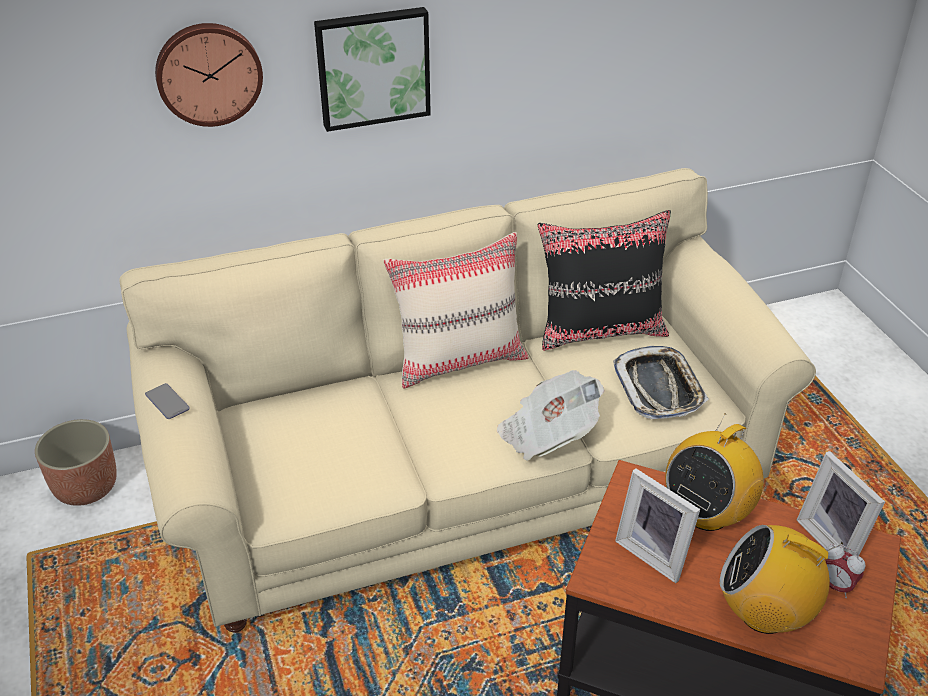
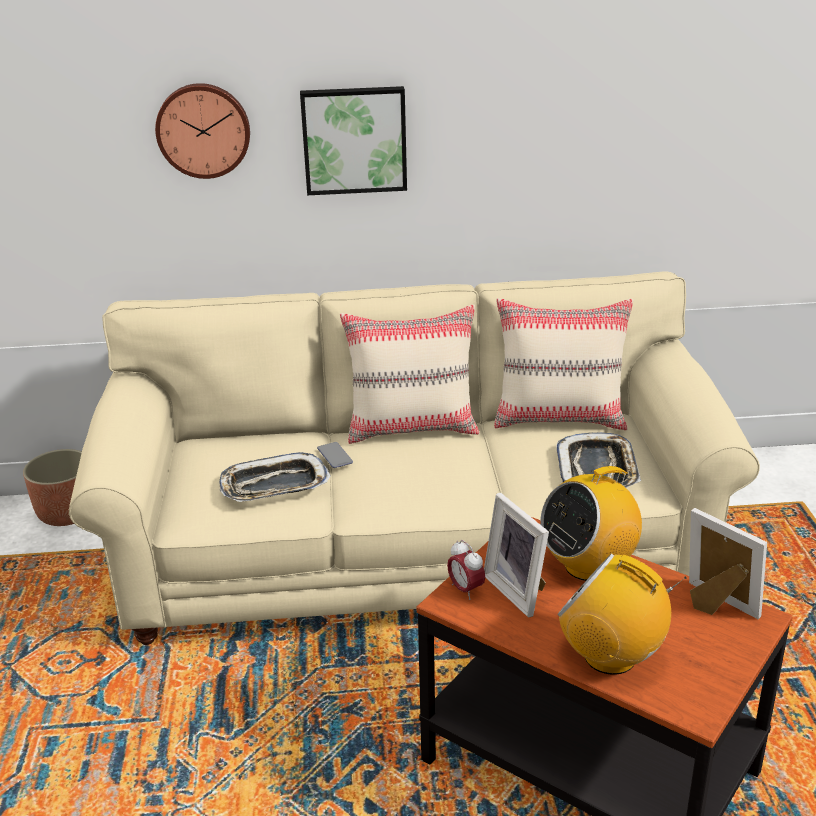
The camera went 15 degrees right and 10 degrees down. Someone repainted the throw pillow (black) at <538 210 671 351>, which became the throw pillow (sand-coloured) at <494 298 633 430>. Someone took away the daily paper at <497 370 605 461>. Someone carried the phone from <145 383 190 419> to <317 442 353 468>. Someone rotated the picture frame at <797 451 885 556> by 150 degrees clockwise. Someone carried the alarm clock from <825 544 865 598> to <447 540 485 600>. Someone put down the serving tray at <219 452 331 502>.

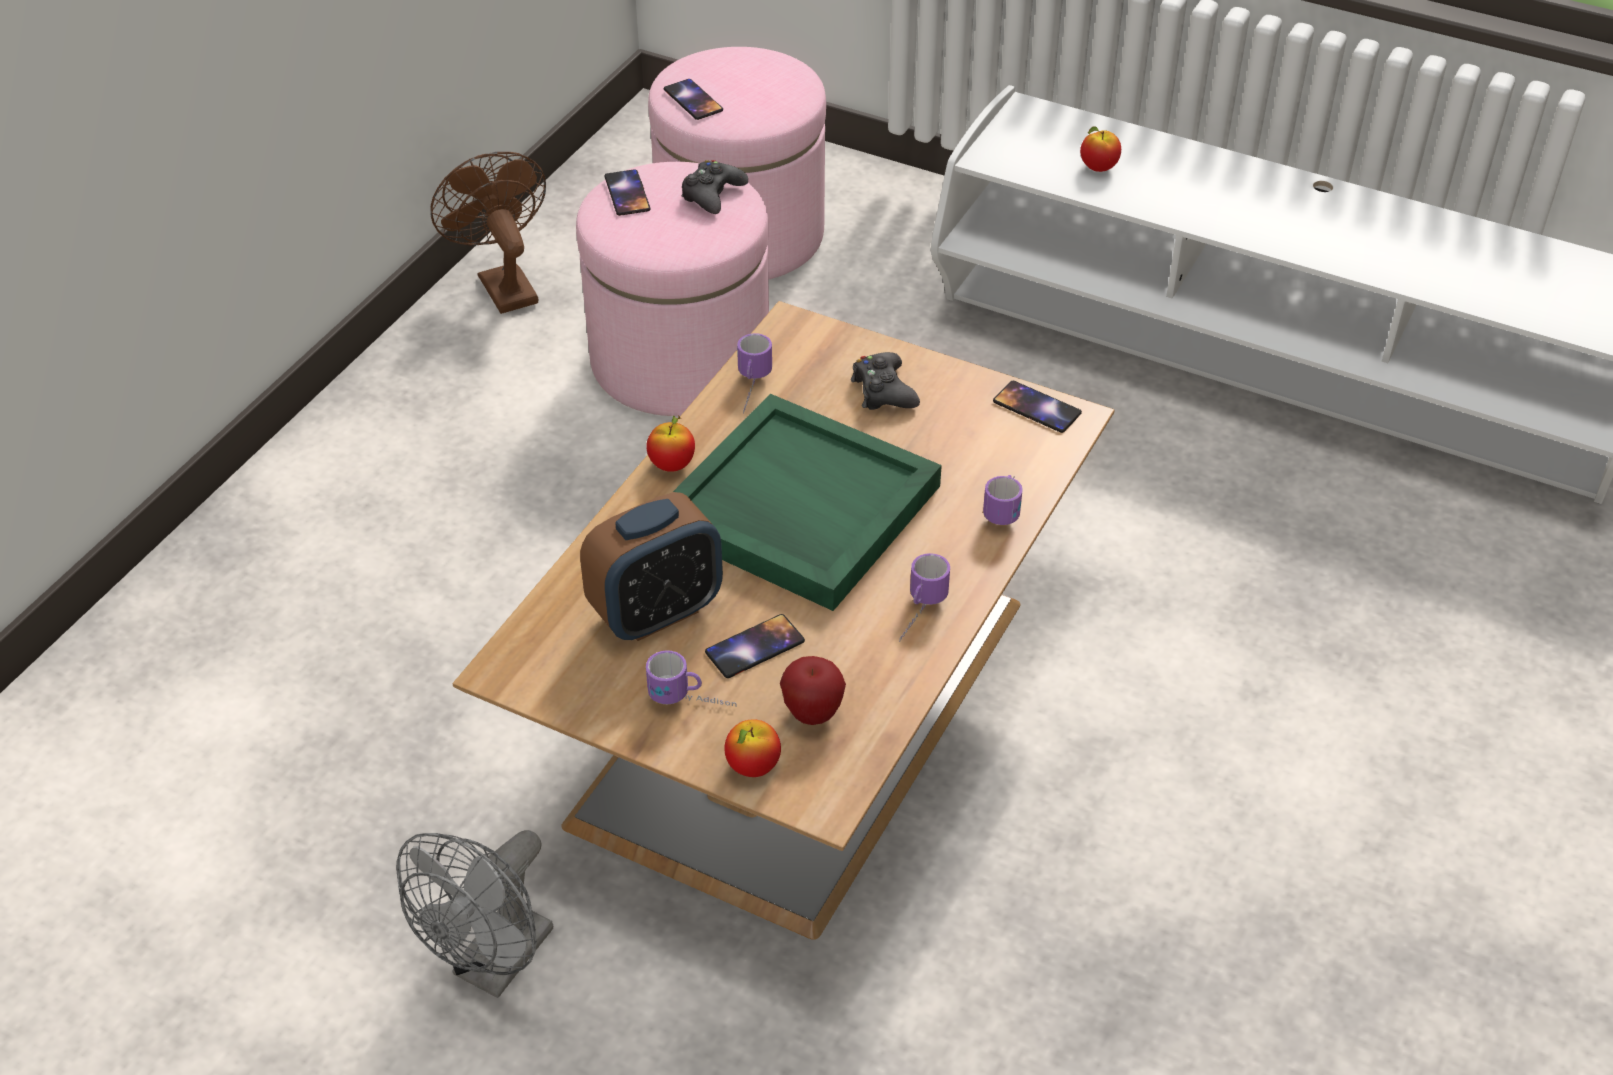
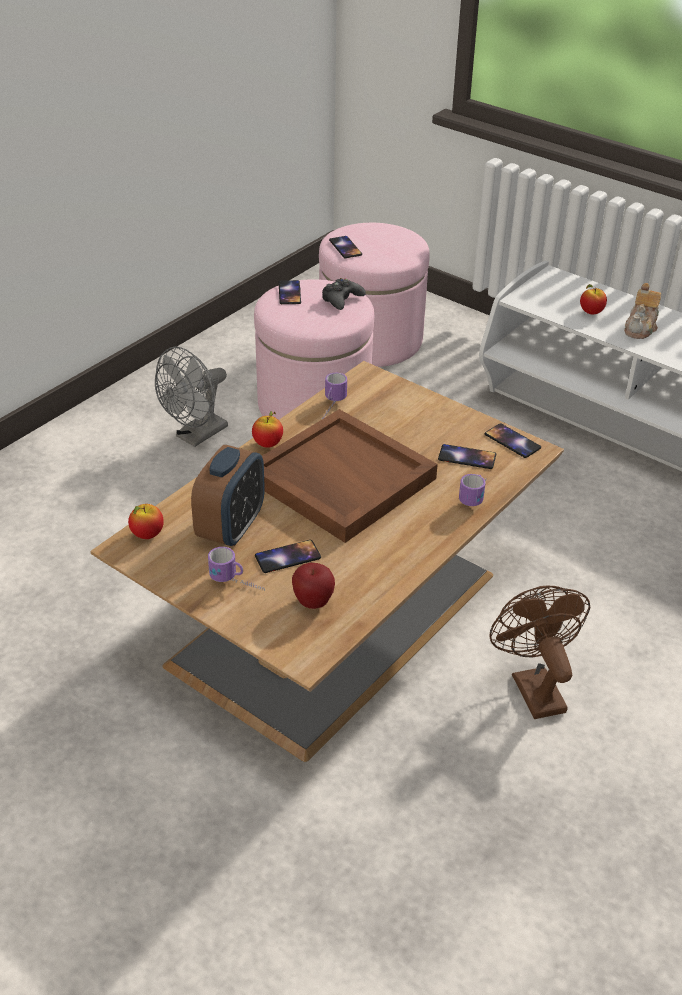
The camera went 10 degrees right and 5 degrees down. Someone carried the electric fan (brownish) from <430 152 546 314> to <489 586 590 719>. Someone took away the gamepad (black) at <851 352 920 410>. Someone repainted the serving tray (greenish) at <673 394 942 611>, which became the serving tray (brownish) at <262 409 438 543>. Someone rotated the alarm clock at <580 492 723 641> by 45 degrees counterclockwise. Someone took away the mug at <899 553 950 642>. Someone carried the apple fruit from <724 719 781 777> to <128 504 164 539>. Someone carried the electric fan (gray) from <396 830 553 998> to <155 347 228 447>. Someone put down the pot for tea at <624 283 661 339>. Someone put down the phone at <438 444 496 469>.

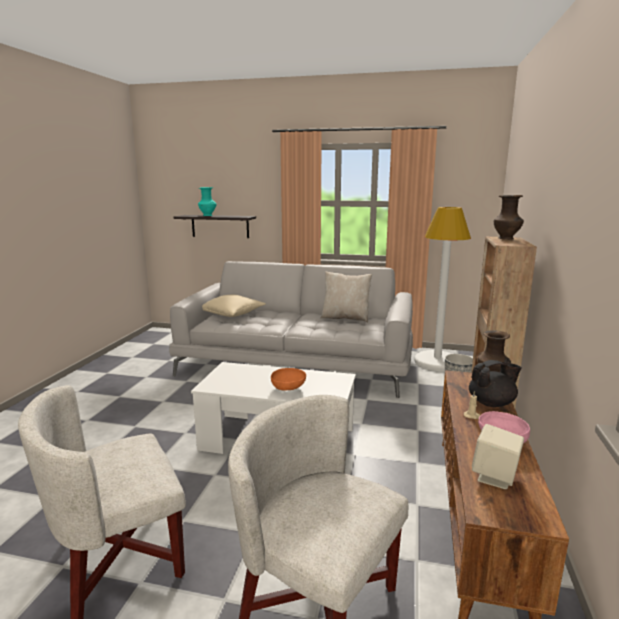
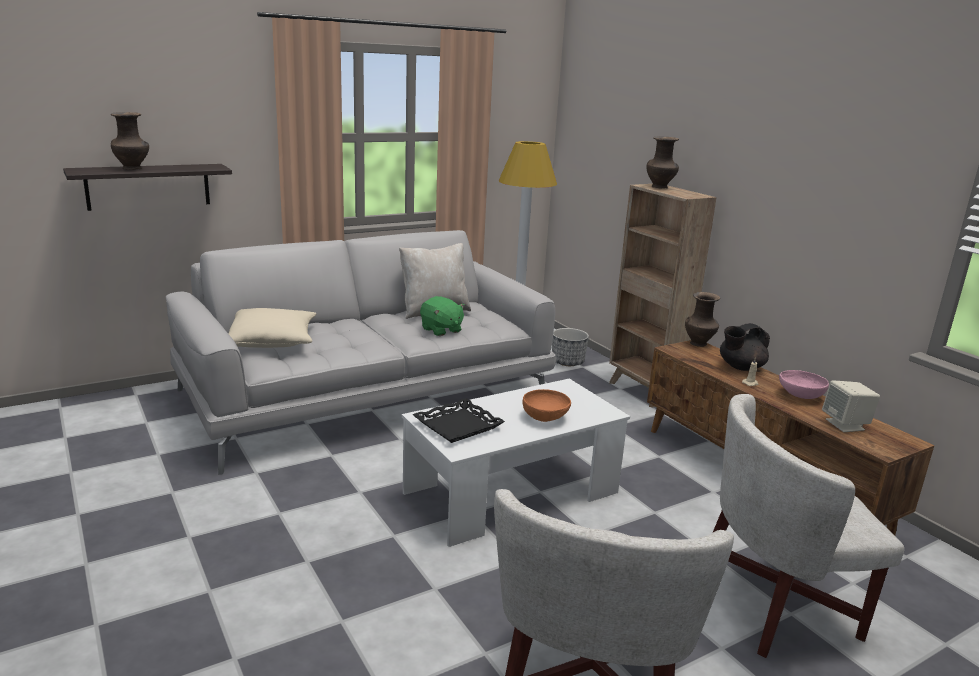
The camera went 45 degrees left and 5 degrees up. Someone repainted the vase (turquoise-coloured) at <198 187 216 216>, which became the vase (brownish) at <111 112 149 170>. Someone rotated the pot for tea (black) at <469 360 522 407> by 150 degrees counterclockwise. Someone put down the soft toy (greenish) at <420 296 465 336>. Someone put down the serving tray (black) at <412 398 505 443>.

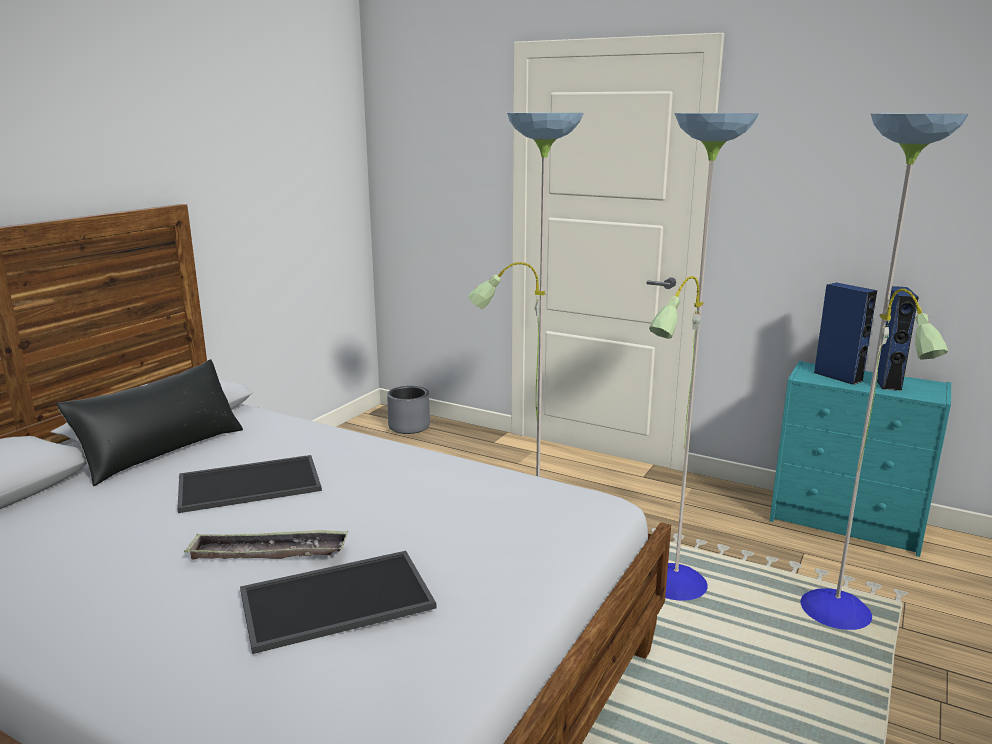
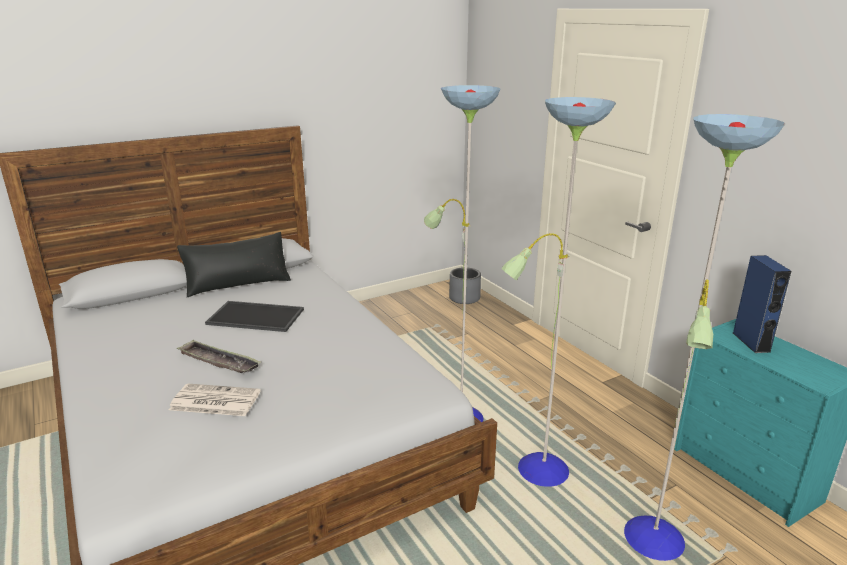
The camera went 30 degrees right and 5 degrees up. Someone took away the loudspeaker (bluish) at <877 286 919 391>. Someone swapped the serving tray at <240 551 436 654> for the daily paper at <169 383 261 416>.

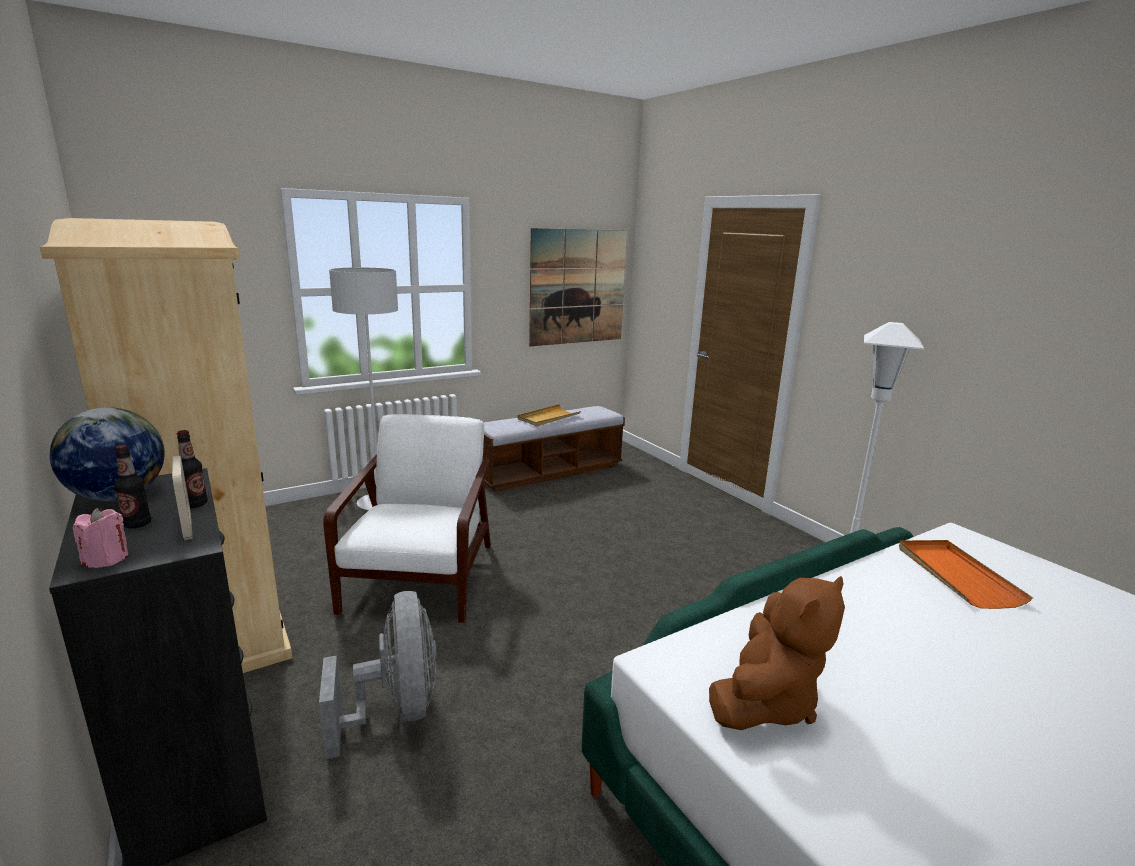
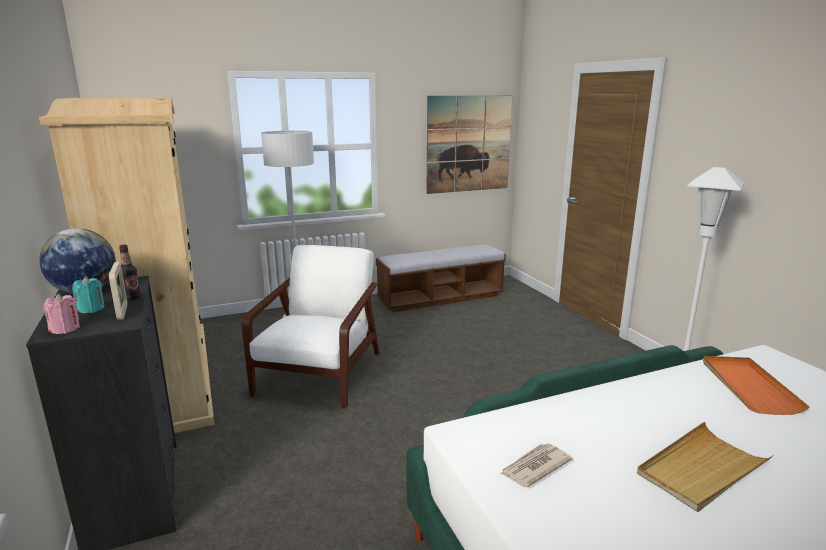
The camera went 10 degrees right and 0 degrees up. Someone carried the serving tray (sand-coloured) from <517 404 581 426> to <637 422 773 512>. Someone swapped the bottle at <114 445 151 528> for the wax light (turquoise-coloured) at <72 276 105 313>. Someone swapped the soft toy (brownish) at <709 576 845 730> for the daily paper at <500 443 572 487>. Someone took away the electric fan (gray) at <319 591 437 759>.

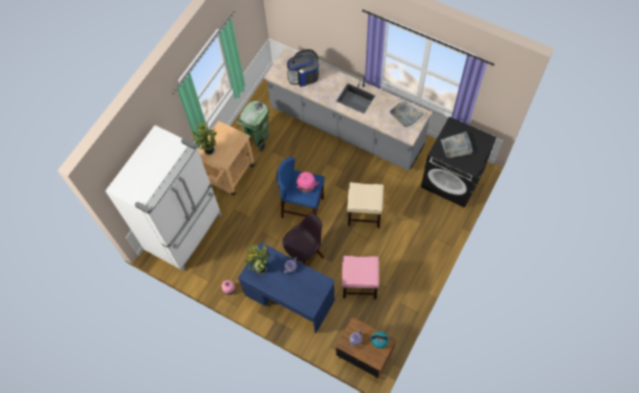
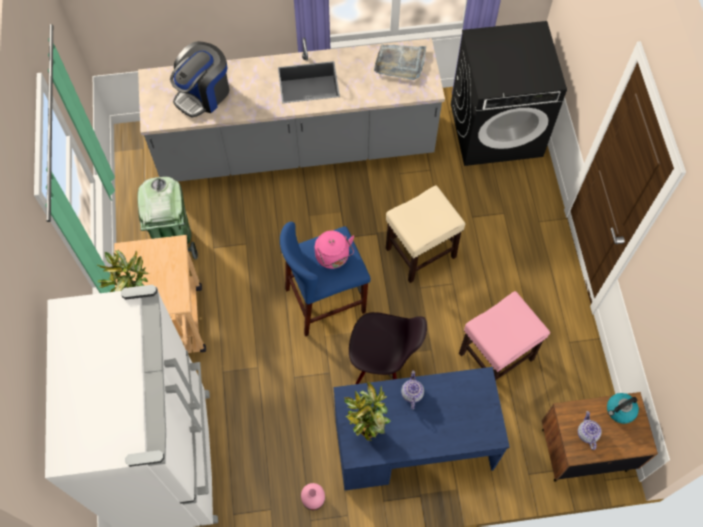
The camera went 40 degrees left and 0 degrees up. Someone took away the serving tray (gray) at <441 132 472 158>. Someone rotated the chair (black) at <282 213 324 265> by 90 degrees clockwise.

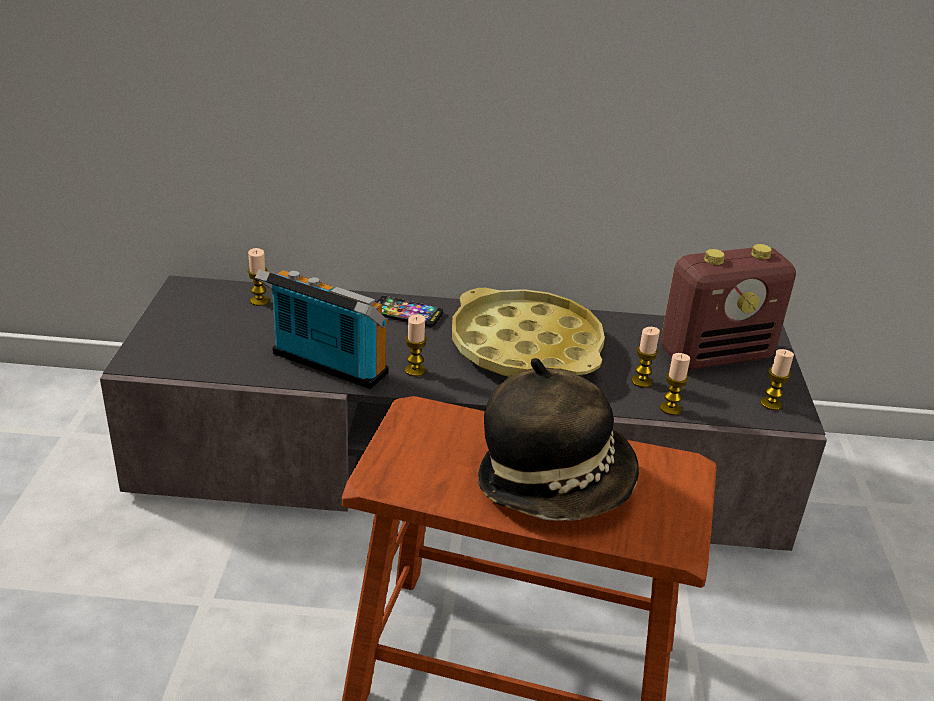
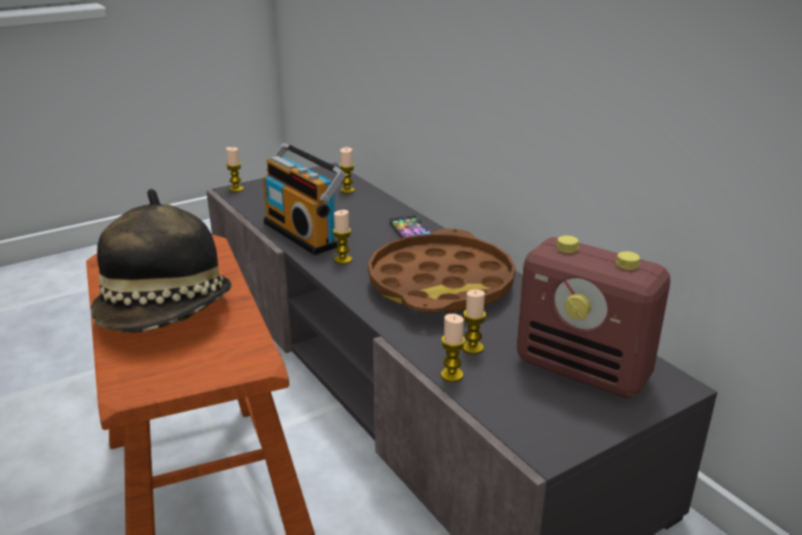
The camera went 55 degrees right and 5 degrees down. Someone rotated the radio set at <255 269 388 389> by 150 degrees clockwise. Someone repainted the serving tray (yellow) at <452 288 605 377>, which became the serving tray (brownish) at <368 229 516 313>. Someone carried the wax light from <760 349 794 411> to <226 147 244 192>.

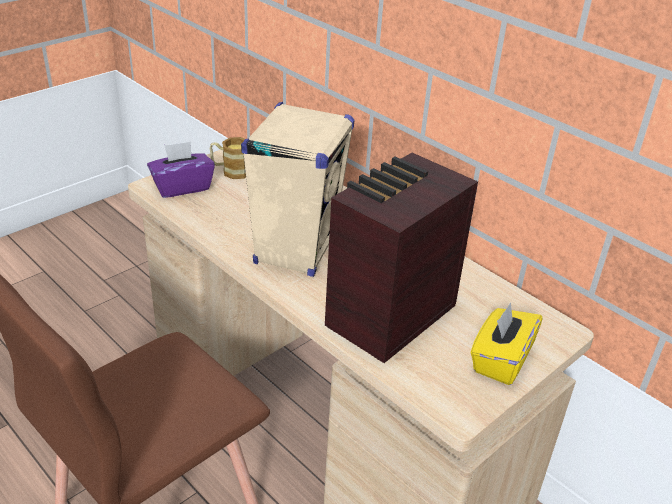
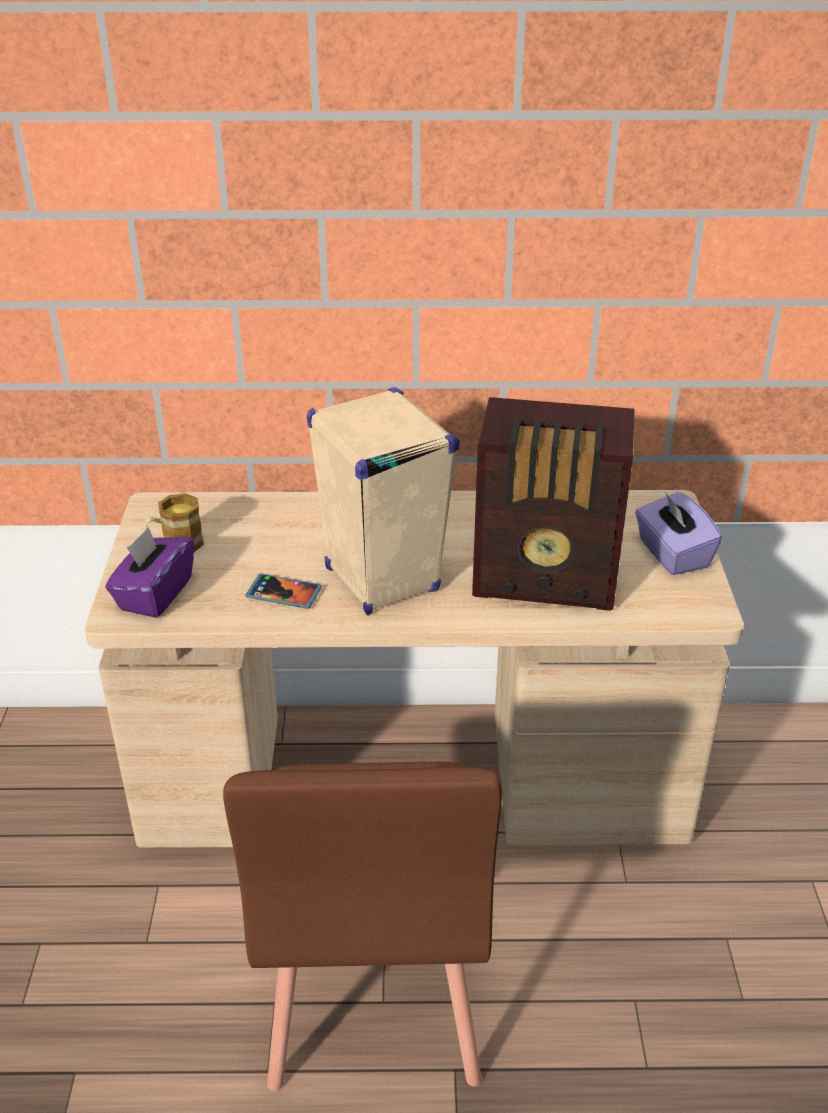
The camera went 45 degrees left and 0 degrees up. Someone rotated the radio set at <325 152 478 363> by 75 degrees counterclockwise. Someone repainted the box of tissues (yellow) at <470 302 542 385>, which became the box of tissues (purple) at <635 491 722 575>. Someone put down the phone at <245 573 322 609>.

